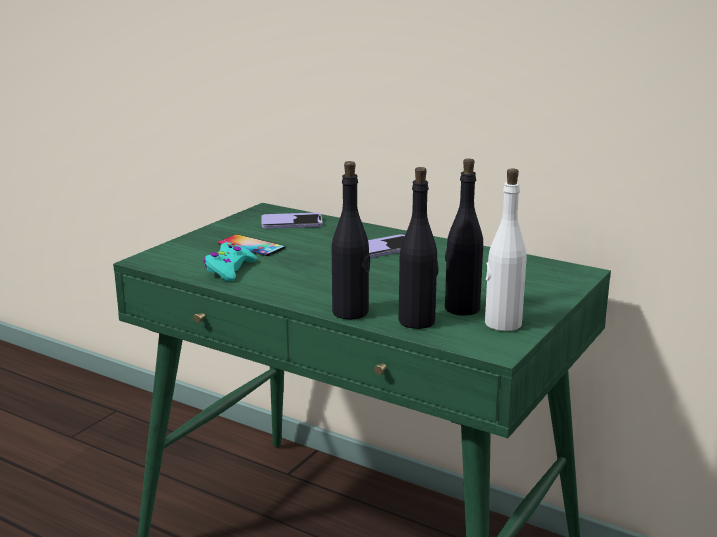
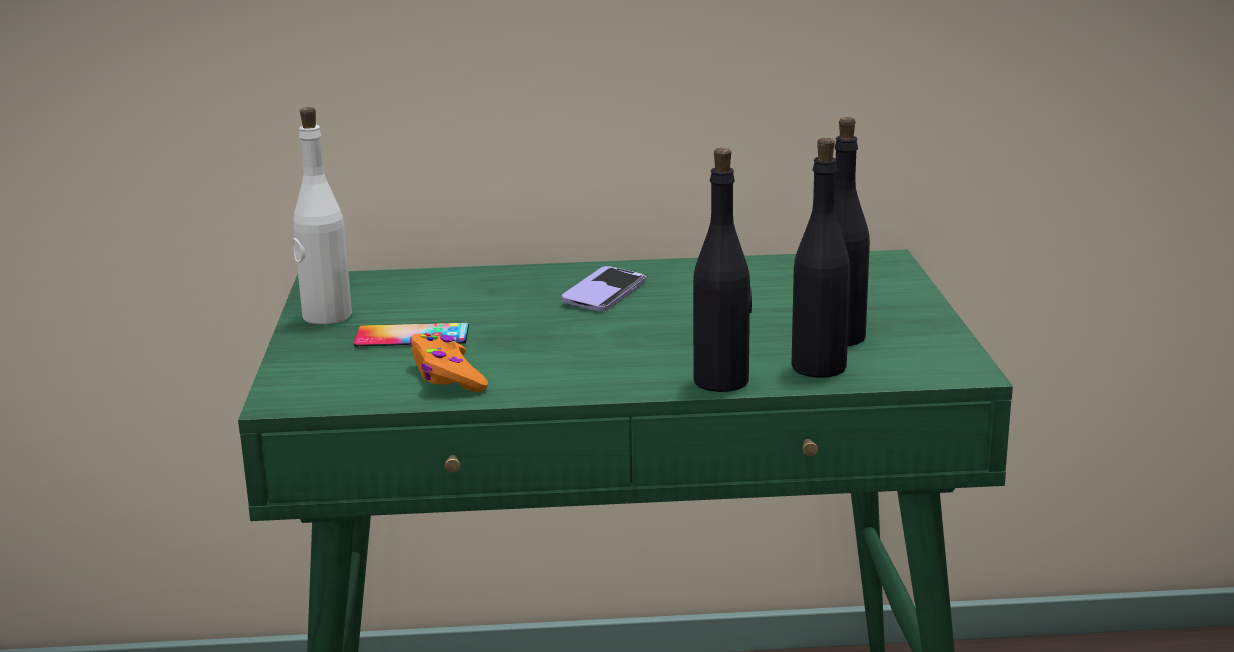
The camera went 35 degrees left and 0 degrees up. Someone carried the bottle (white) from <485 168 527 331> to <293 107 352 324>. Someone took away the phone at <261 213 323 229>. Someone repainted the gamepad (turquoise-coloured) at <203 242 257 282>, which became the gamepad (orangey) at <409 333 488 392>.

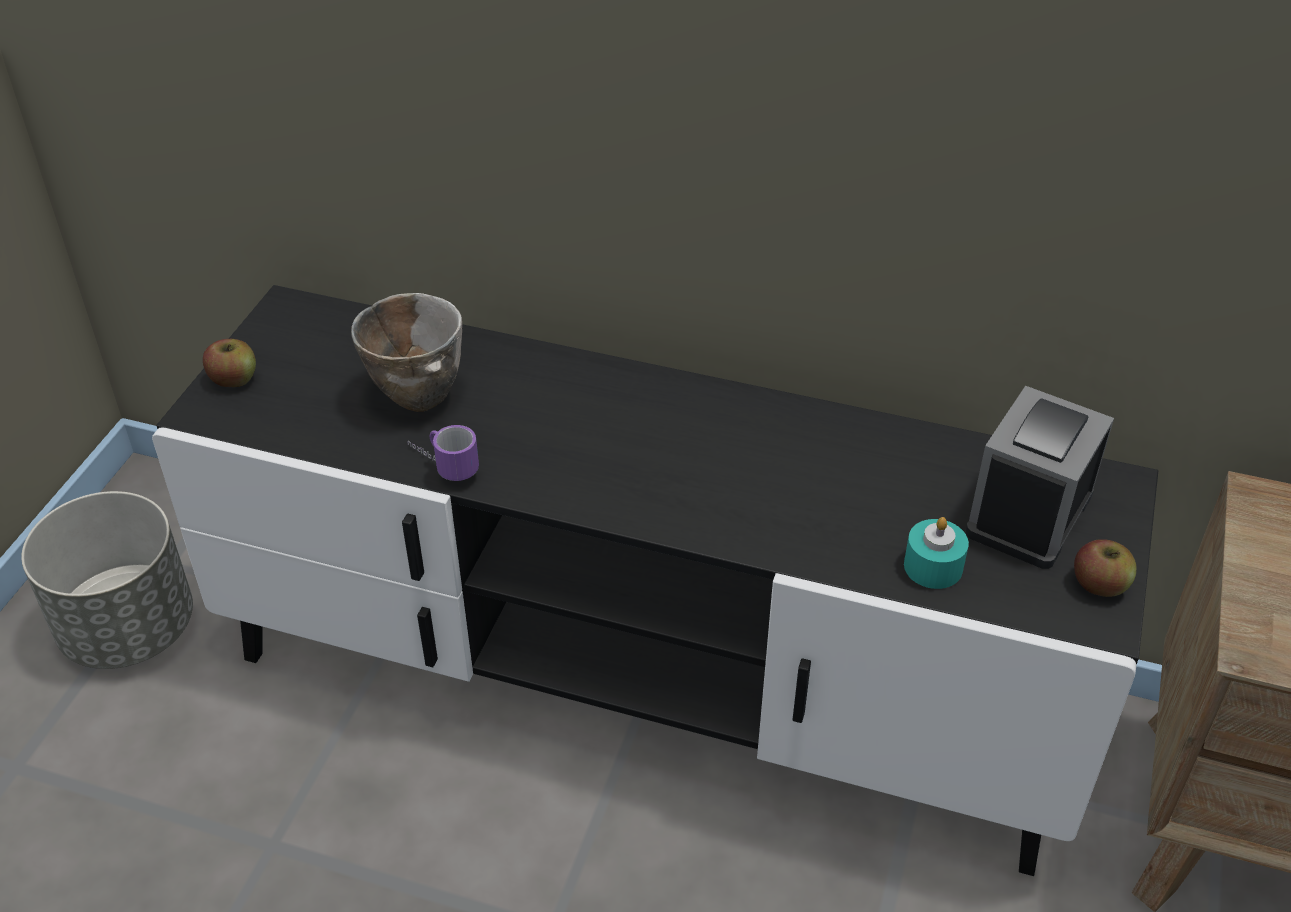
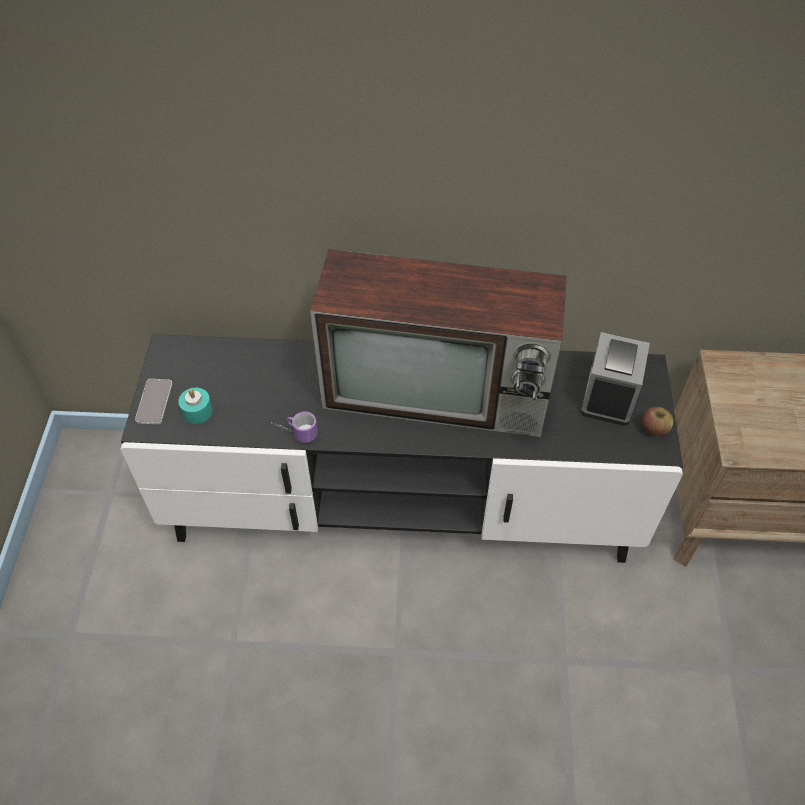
The camera went 15 degrees left and 10 degrees up. Someone took away the serving bowl at <351 293 462 412>. Someone swapped the apple fruit at <203 339 256 387> for the phone at <135 379 173 425>. Someone took away the plant pot (gray) at <22 491 193 669>. Someone carried the wax light (turquoise-coloured) from <904 517 969 589> to <178 388 213 424>. Someone put down the TV set at <310 249 567 437>.

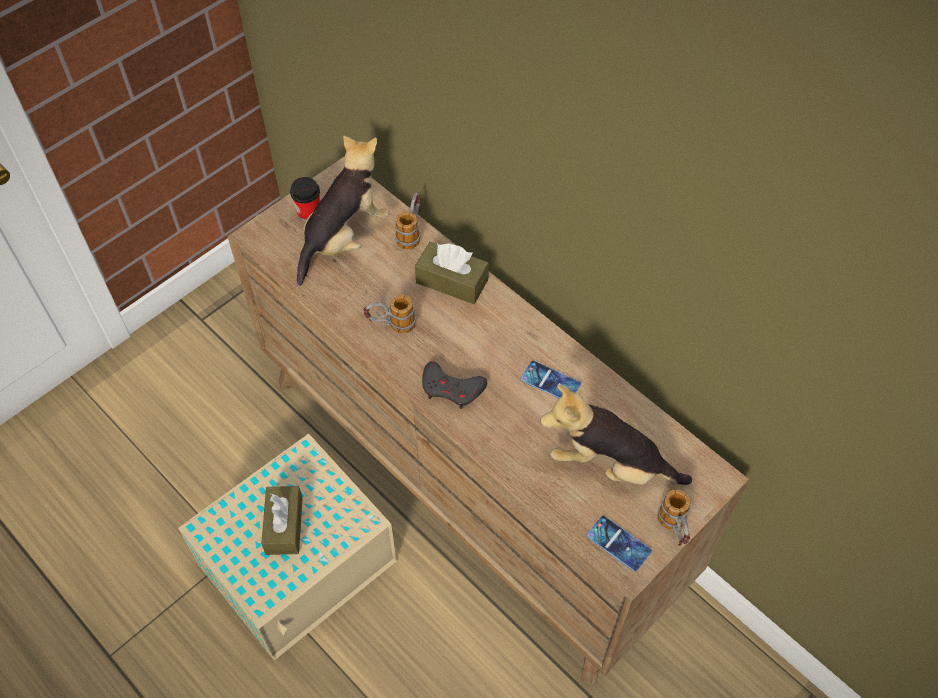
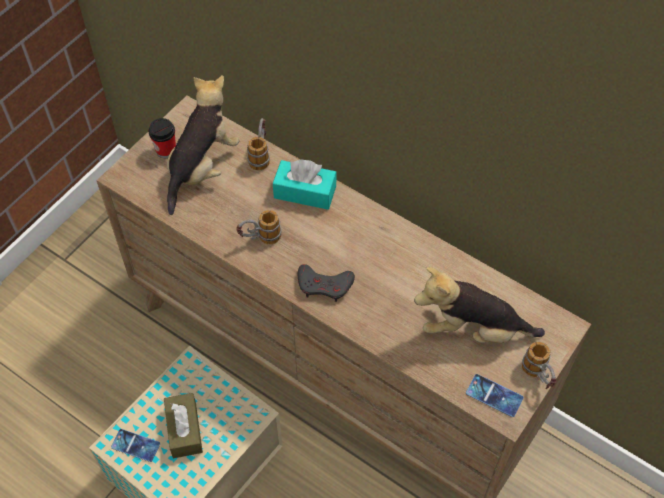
The camera went 10 degrees left and 0 degrees up. Someone repainted the box of tissues (brownish) at <415 242 489 304>, which became the box of tissues (turquoise-coloured) at <273 159 336 210>. Someone carried the phone from <520 360 581 398> to <111 429 160 462>.

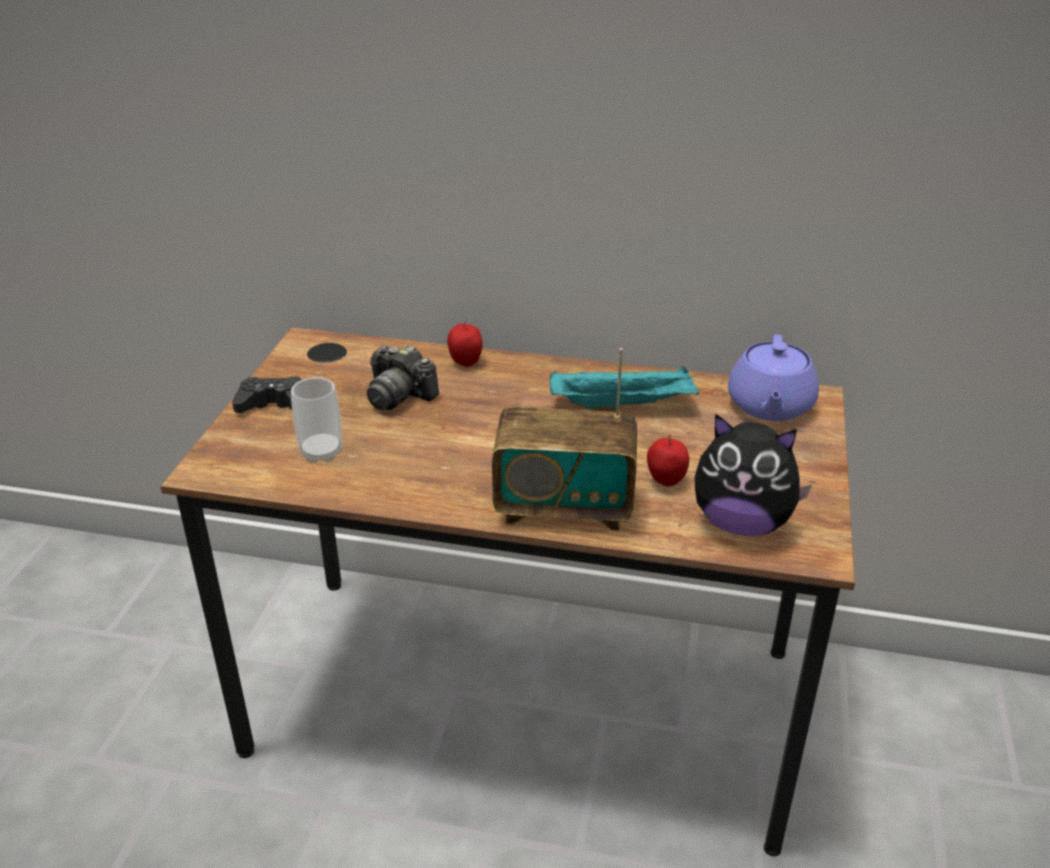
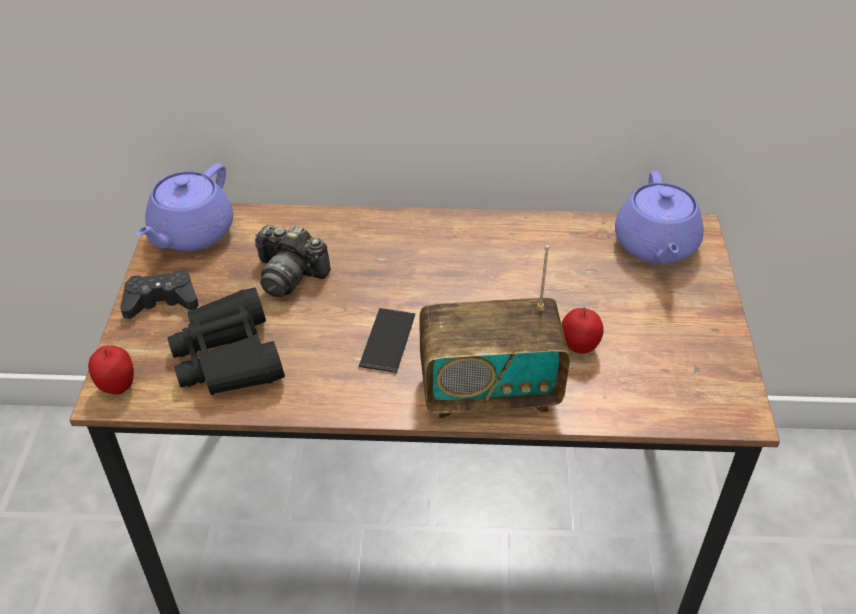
The camera went 10 degrees left and 10 degrees up. Someone carried the apple fruit from <447 321 482 367> to <88 345 134 395>. Someone took away the serving tray (turquoise-coloured) at <550 366 699 412>. Someone swapped the small cup at <291 377 342 463> for the pair of binoculars (black) at <168 287 285 395>. Someone took away the soft toy at <695 413 812 536>. Someone put down the pot for tea (purple) at <136 163 233 251>. Someone put down the phone at <359 308 415 373>.

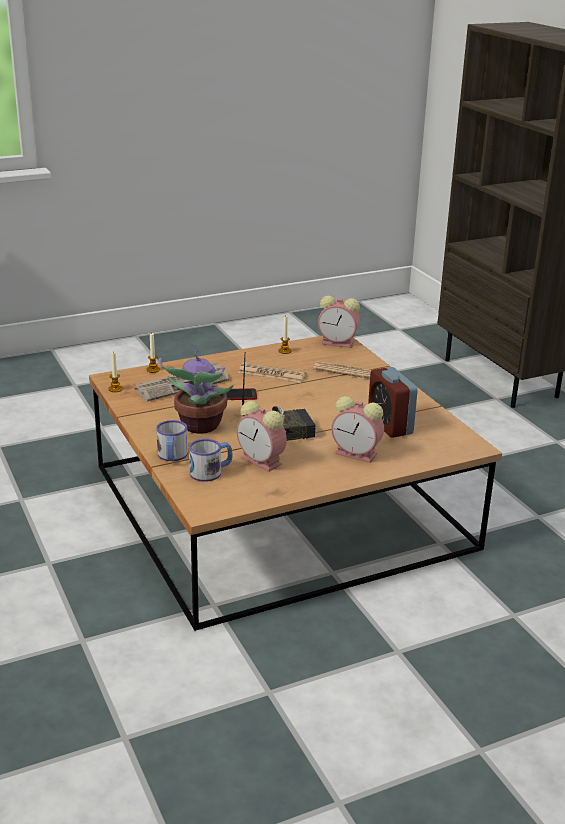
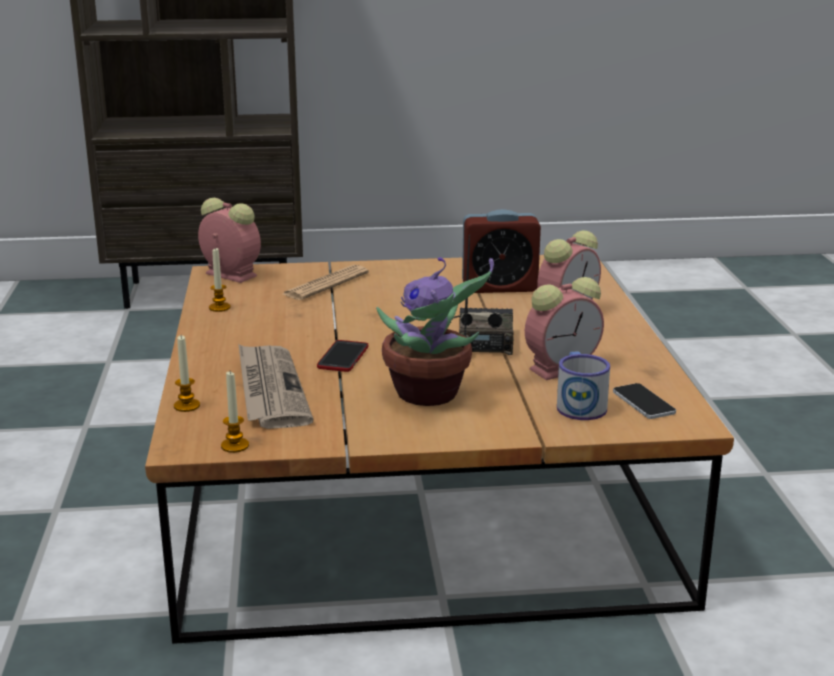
The camera went 70 degrees left and 5 degrees down. Someone rotated the alarm clock at <318 296 360 348> by 90 degrees counterclockwise. Someone took away the daily paper at <238 363 306 383>. Someone took away the mug at <156 420 188 461>. Someone put down the phone at <613 383 676 419>.

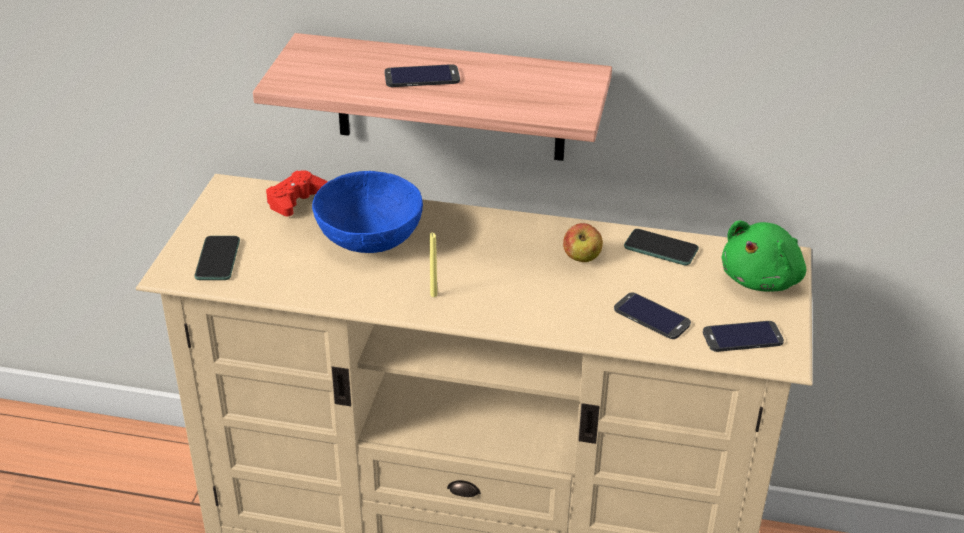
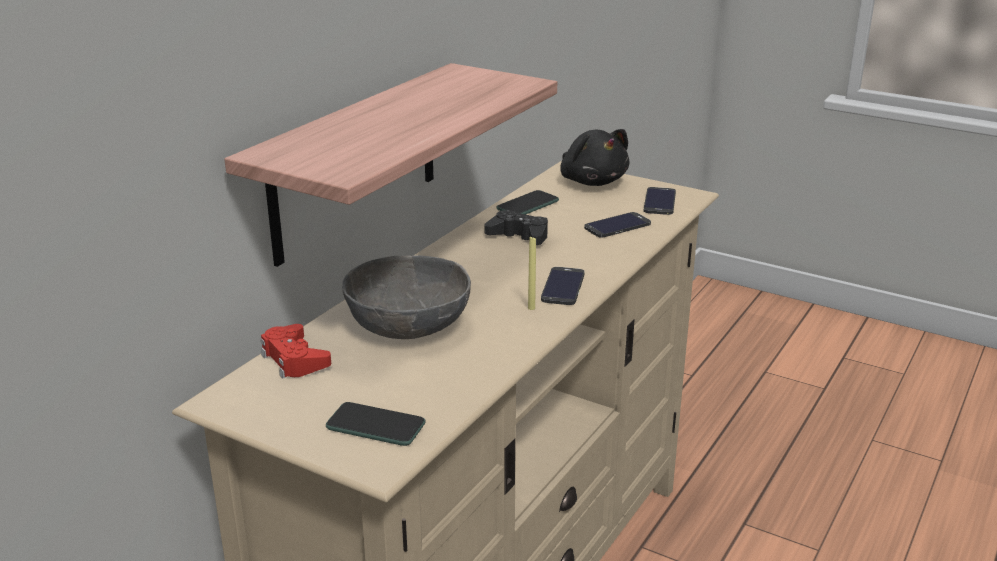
The camera went 70 degrees left and 10 degrees down. Someone carried the phone from <385 64 460 87> to <541 267 585 305>. Someone repainted the serving bowl (bluish) at <312 171 423 253>, which became the serving bowl (gray) at <342 255 471 339>. Someone repainted the soft toy (greenish) at <722 220 806 292>, which became the soft toy (black) at <560 129 629 186>. Someone swapped the apple fruit at <563 223 603 262> for the gamepad (black) at <484 210 548 245>.

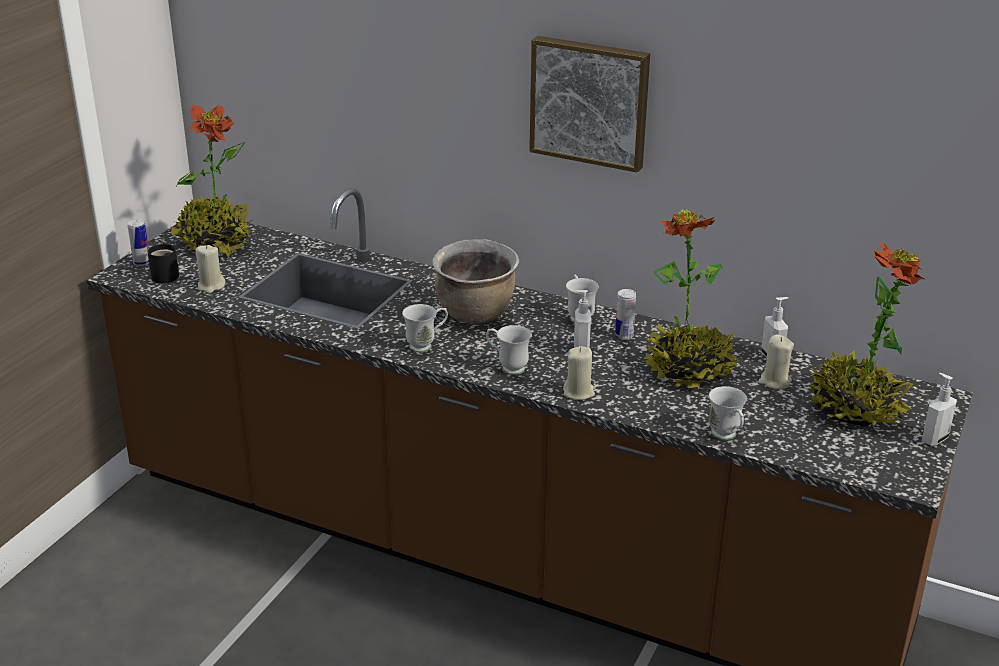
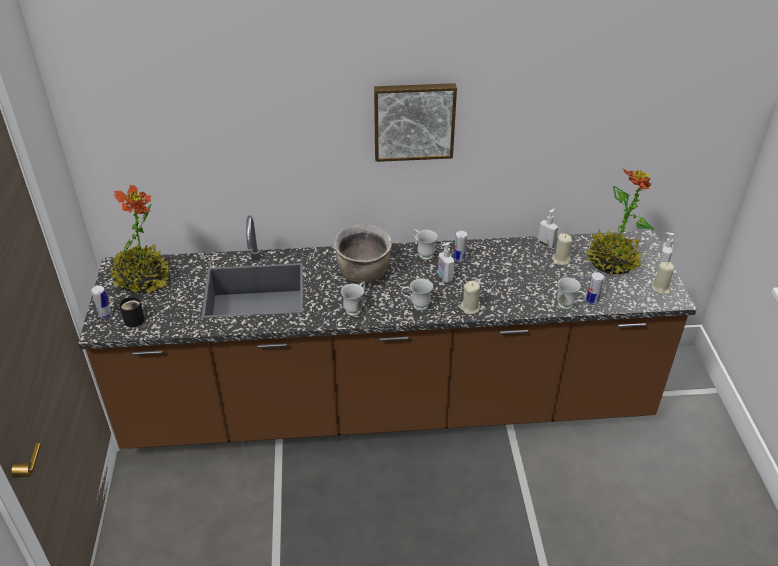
The camera went 30 degrees left and 10 degrees up. Someone took away the plant in a pot at <644 210 739 389>. Someone carried the wax light (sand-coloured) from <195 245 226 293> to <652 262 675 295>. Someone put down the can at <586 272 604 305>.

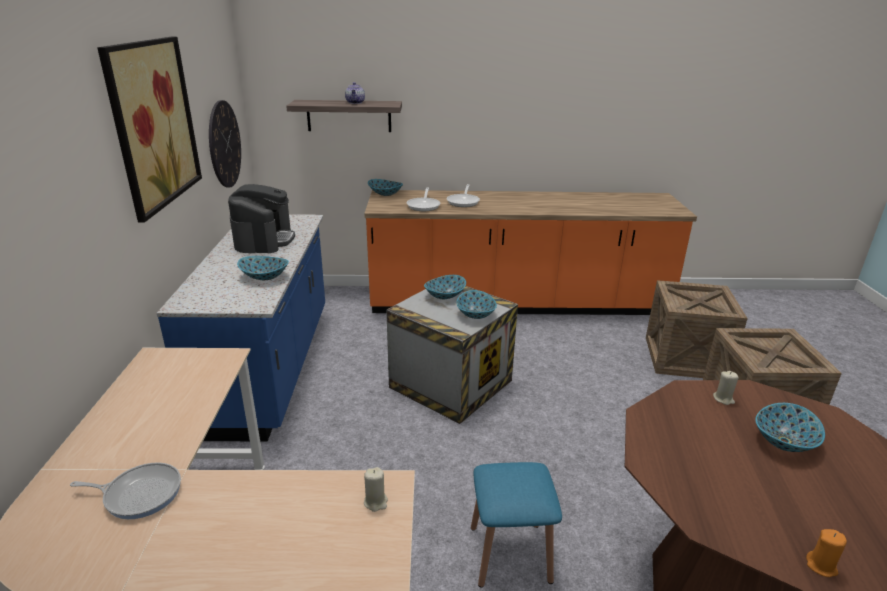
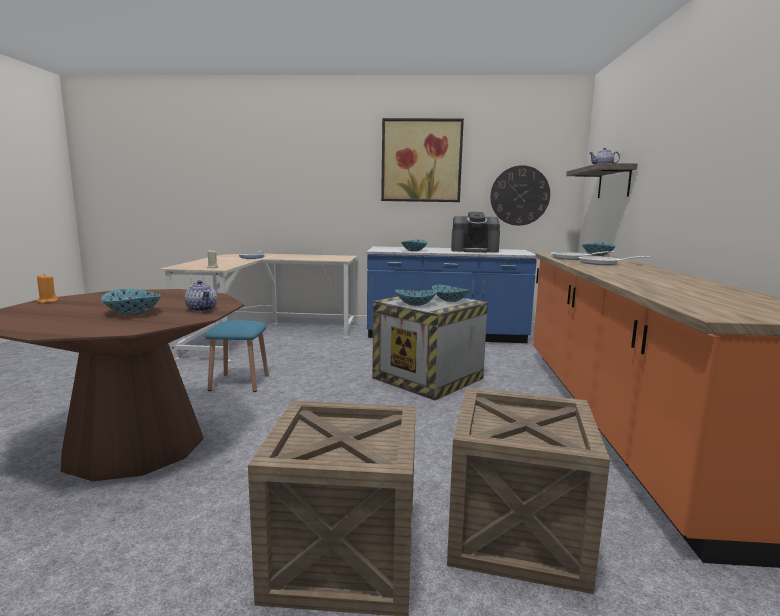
The camera went 95 degrees right and 15 degrees down. Someone swapped the wax light (sand-coloured) at <713 371 739 405> for the pot for tea at <185 280 217 312>.

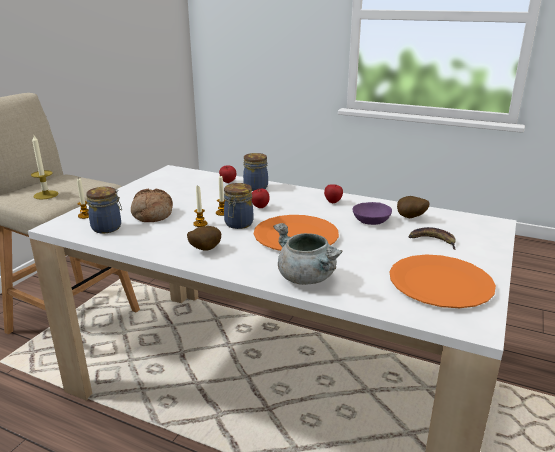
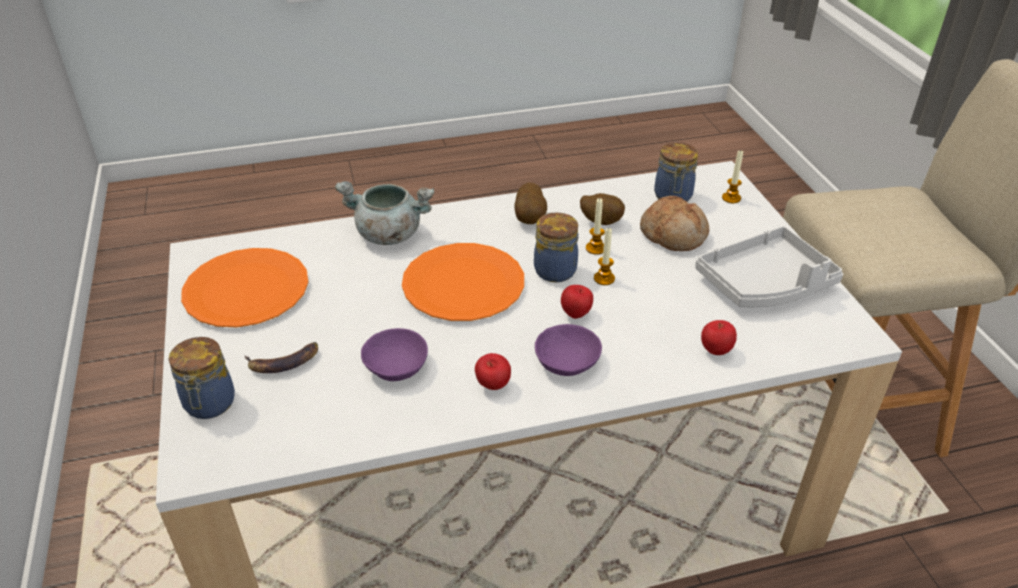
The camera went 140 degrees right and 15 degrees up. Someone took away the wax light at <31 135 59 200>. Someone carried the storage jar from <243 153 268 191> to <169 337 235 419>. Someone carried the spud from <397 196 430 218> to <580 193 625 225>. Someone put down the serving tray (gray) at <695 226 843 307>. Someone put down the serving bowl (purple) at <535 324 602 376>.

